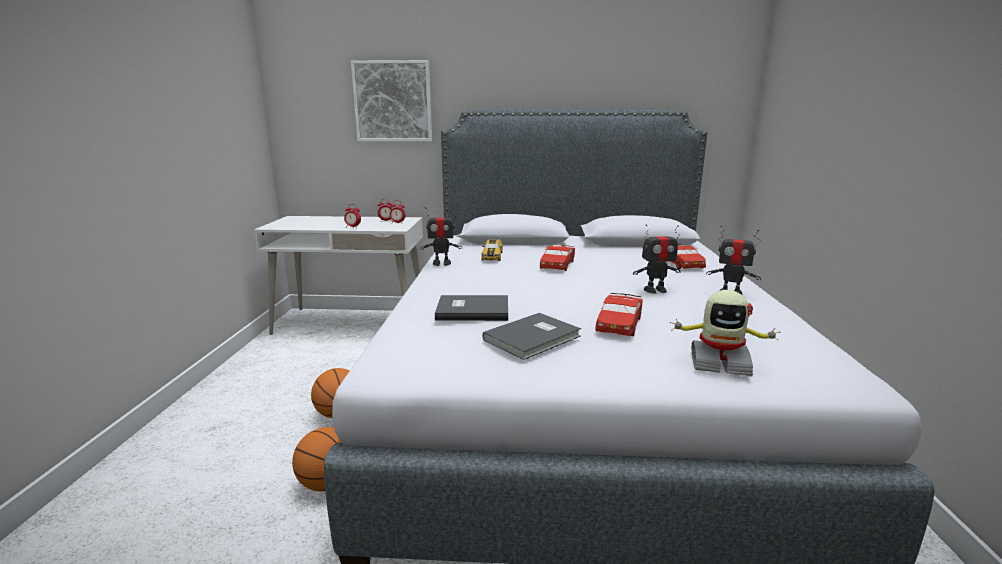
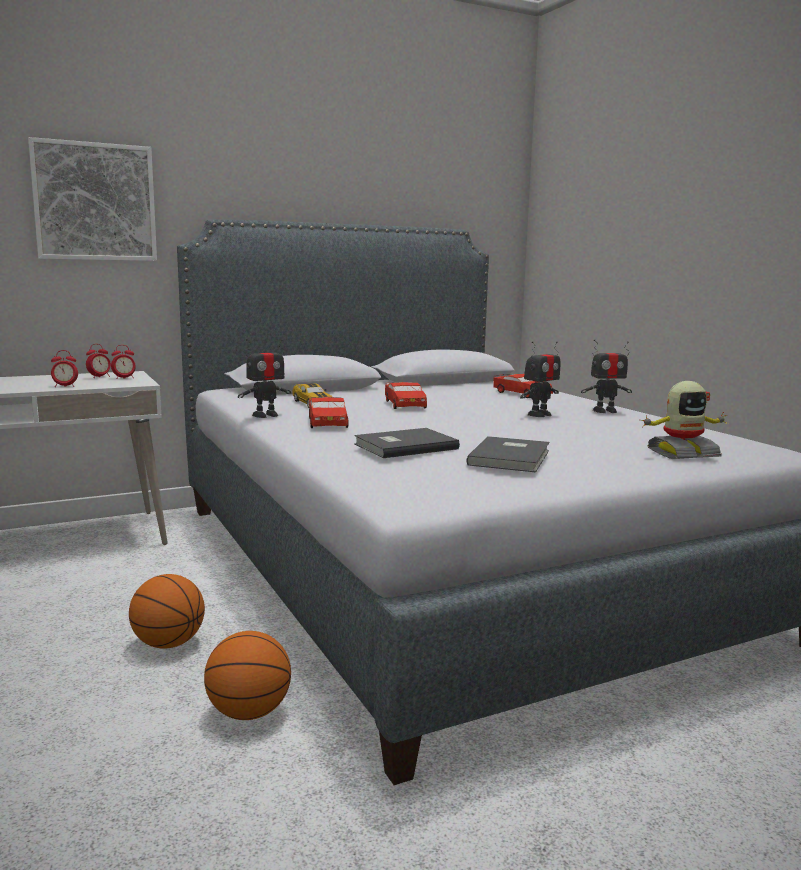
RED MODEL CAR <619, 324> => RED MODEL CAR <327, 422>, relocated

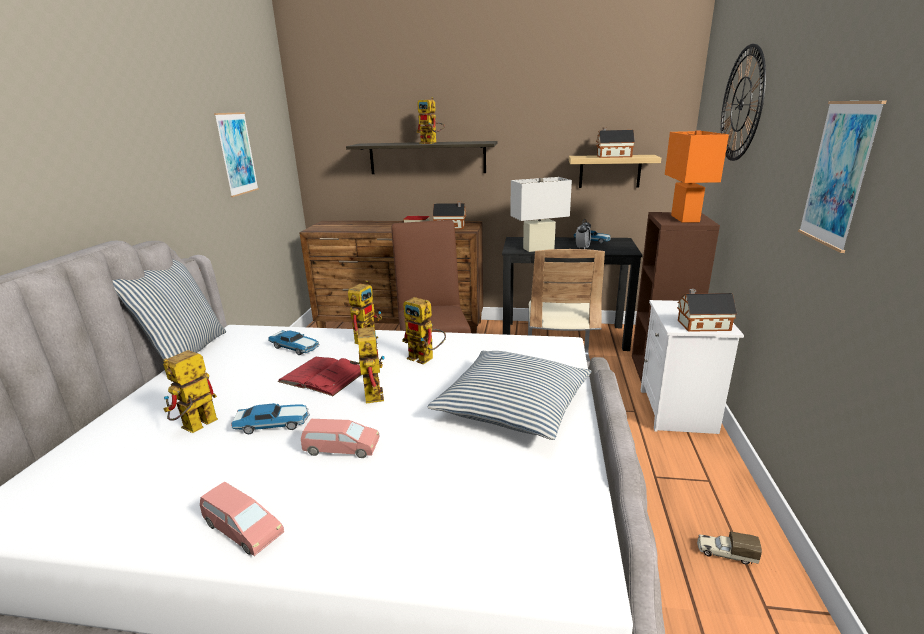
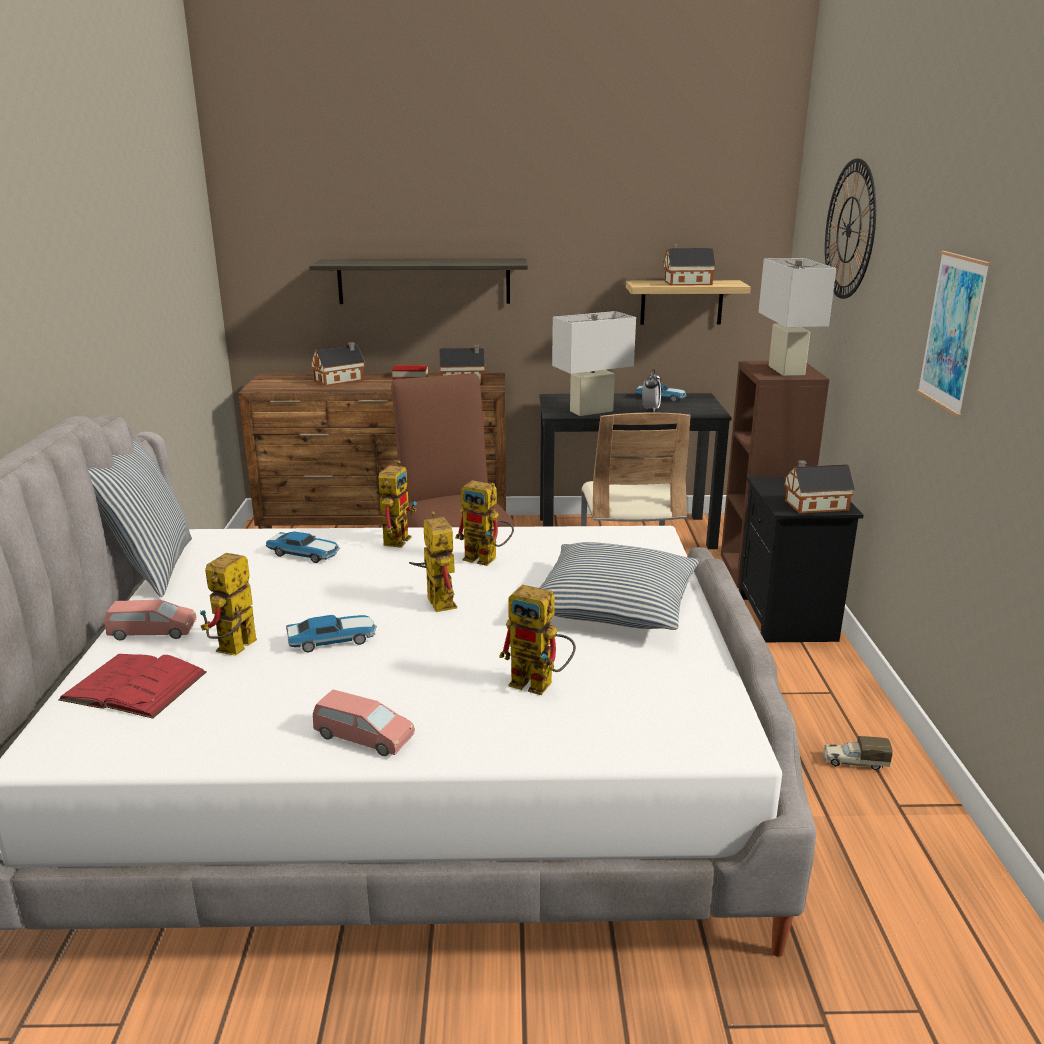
RED BOOK <323, 376> => RED BOOK <134, 686>, relocated
PINK MODEL CAR <341, 448> => PINK MODEL CAR <152, 632>, relocated
nothing => MINIATURE HOUSE <341, 380>
MODEL ROBOT <431, 143> => MODEL ROBOT <541, 684>, relocated
WHITE NIGHT TABLE <678, 412> => BLACK NIGHT TABLE <788, 620>
ORANGEY LAMP FOR A TABLE <685, 219> => WHITE LAMP FOR A TABLE <786, 371>
PICTURE <237, 154> => nothing

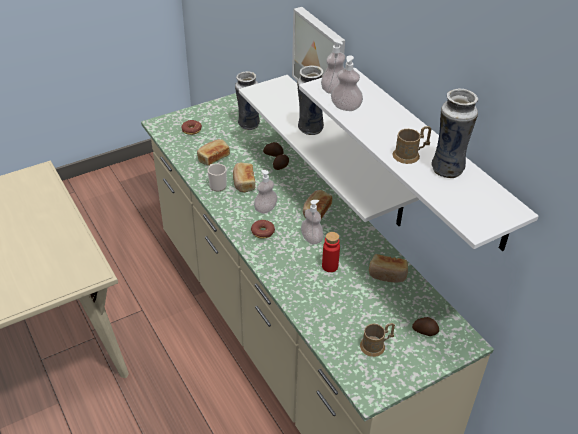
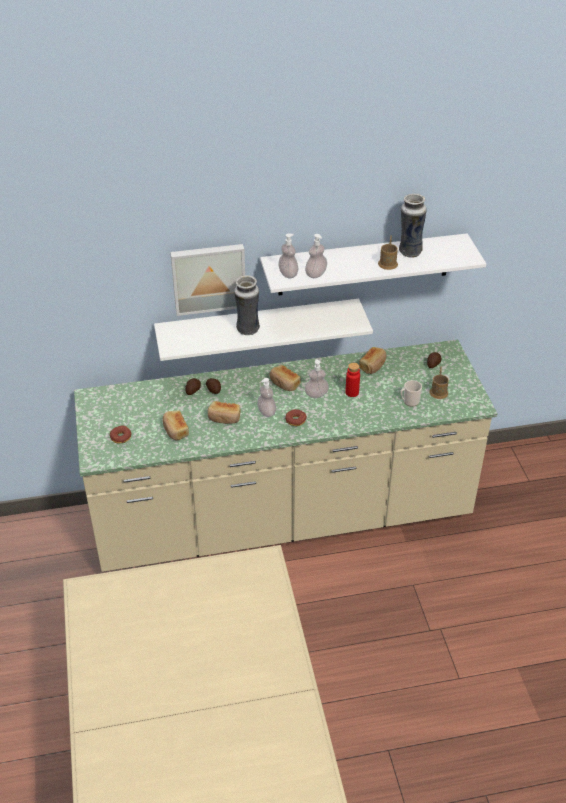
TEA MUG <216, 185> => TEA MUG <409, 401>, relocated
DECORATIVE VASE <248, 124> => nothing

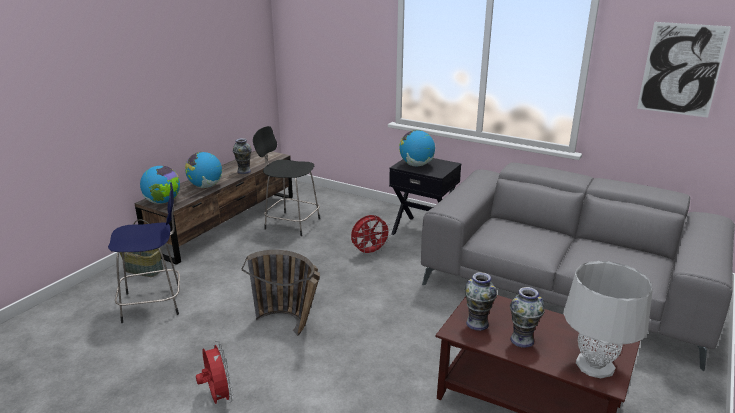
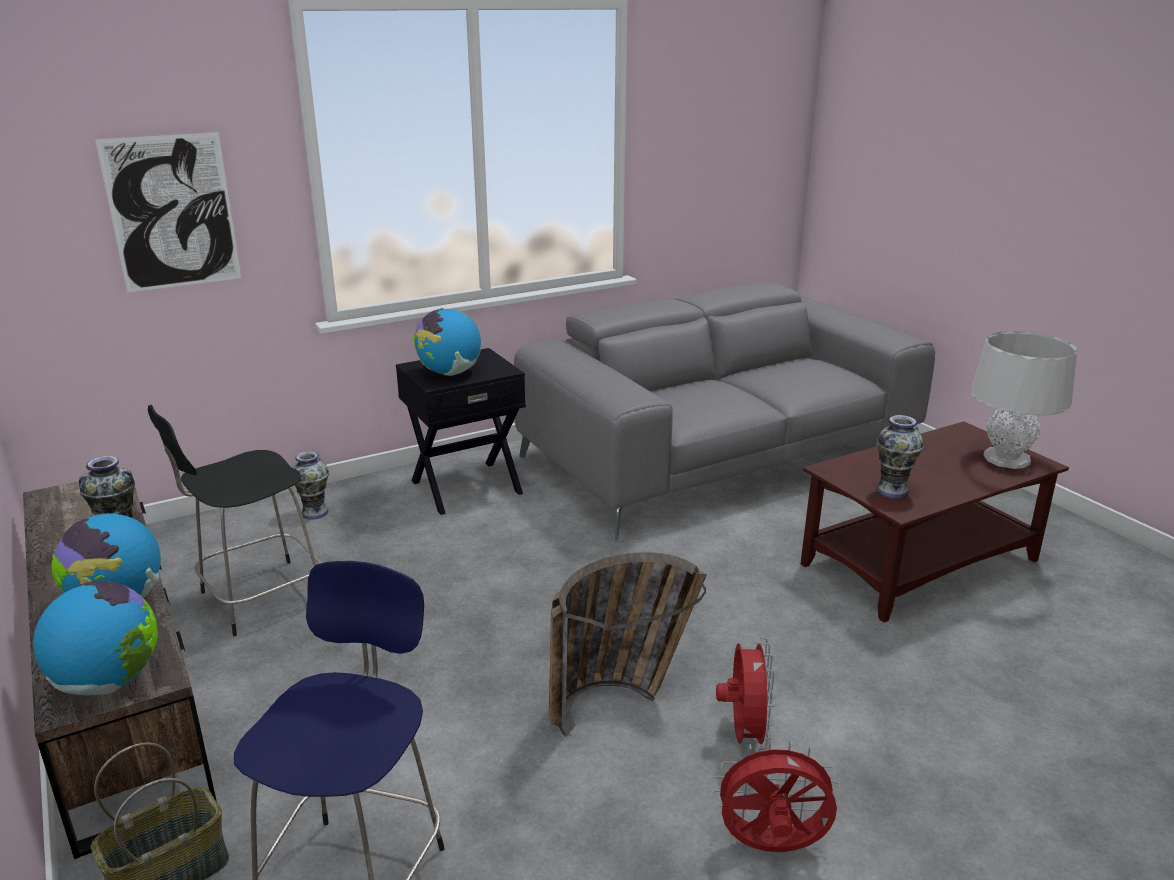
PICTURE <681, 69> => PICTURE <172, 212>, relocated
DECORATIVE VASE <522, 340> => DECORATIVE VASE <314, 513>, relocated
RED COOLING FAN <369, 252> => RED COOLING FAN <744, 735>, relocated

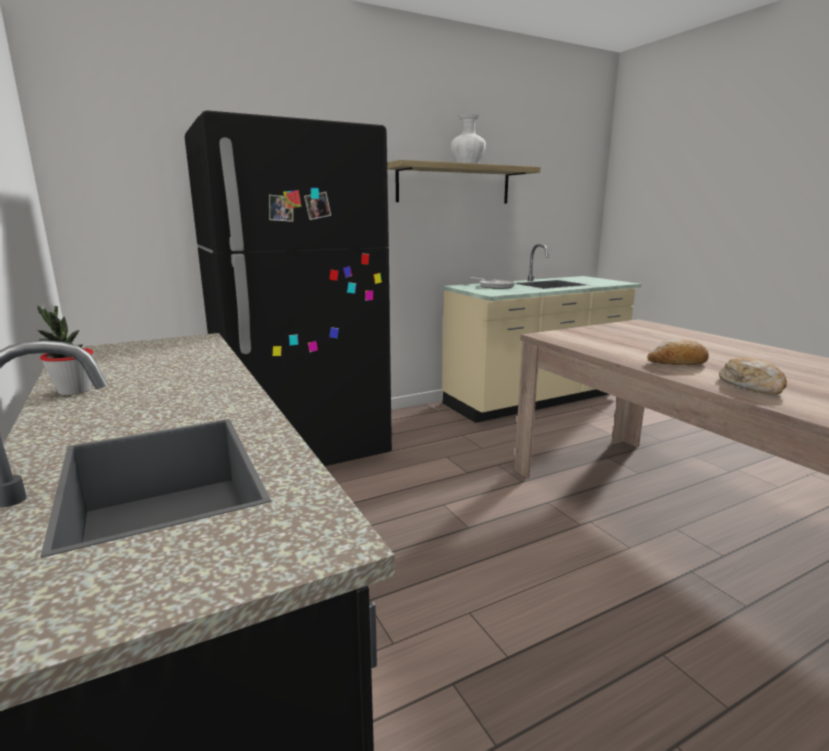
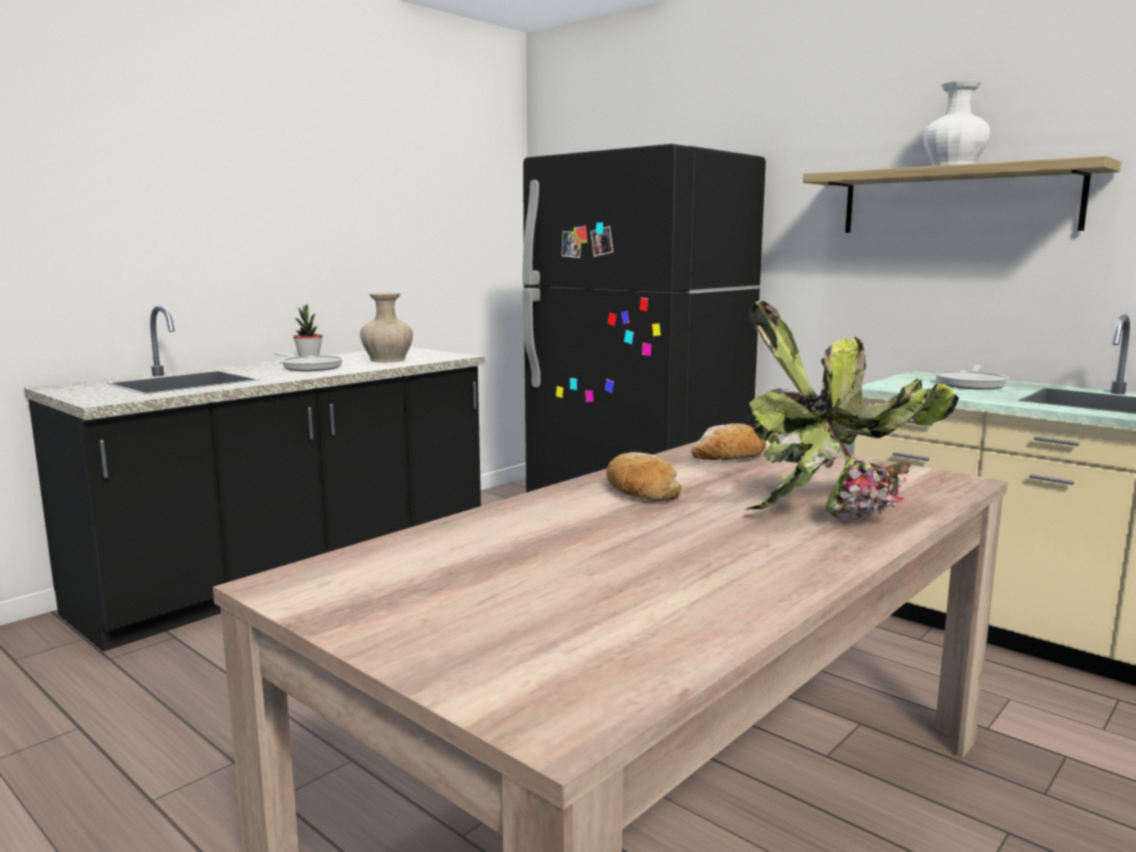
nothing => SKILLET <310, 367>
nothing => SAND-COLOURED DECORATIVE VASE <387, 360>
BAKED BREAD <751, 386> => BAKED BREAD <728, 457>, relocated
nothing => POTTED PLANT <834, 510>

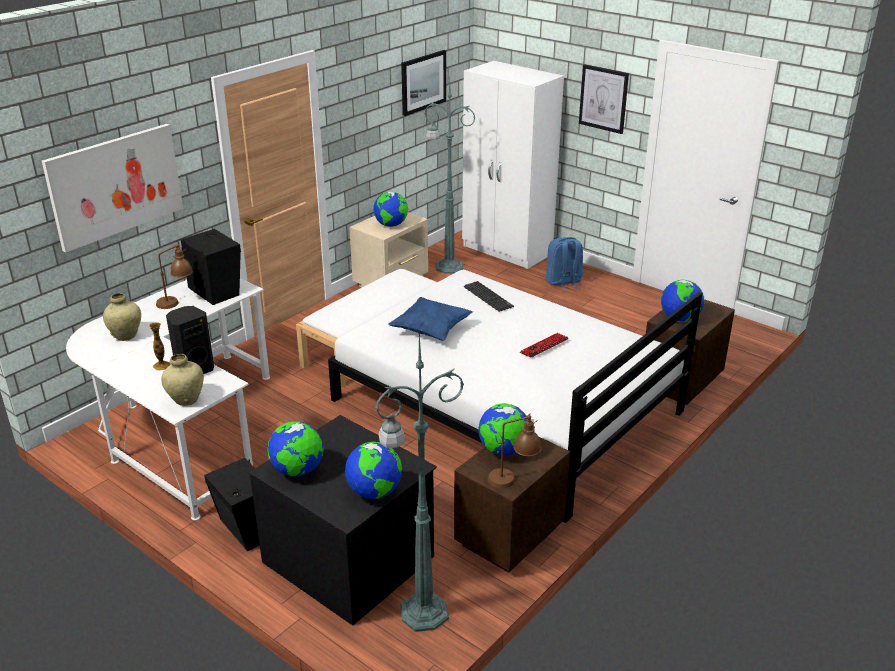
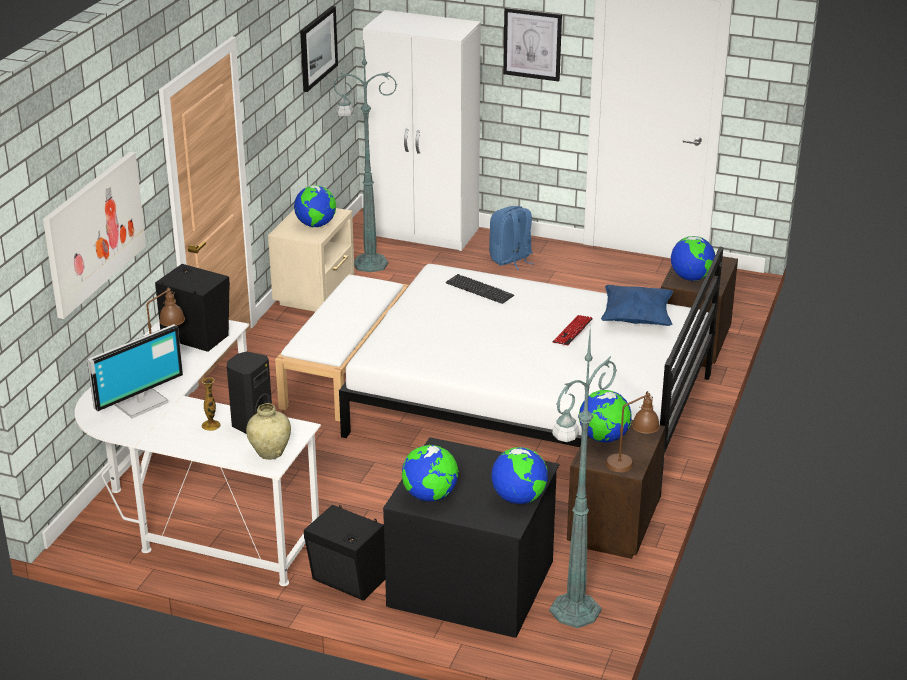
SAND-COLOURED DECORATIVE VASE <126, 336> => MONITOR <140, 403>
BLUE-COLOURED CUSHION <431, 331> => BLUE-COLOURED CUSHION <636, 319>, relocated

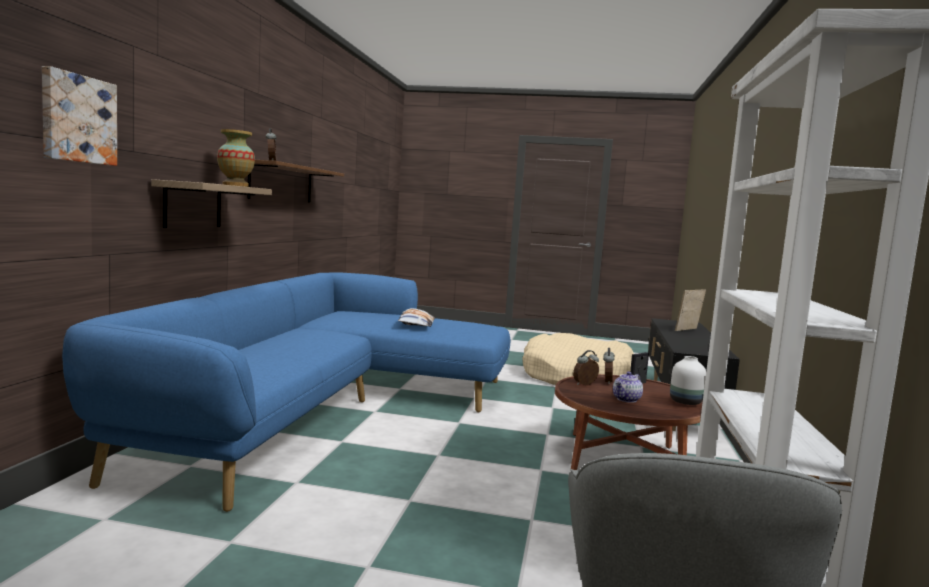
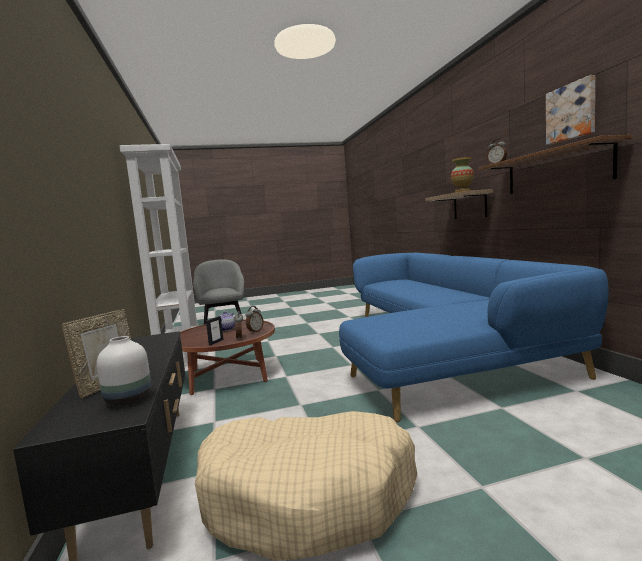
WHITE DECORATIVE VASE <686, 402> => WHITE DECORATIVE VASE <127, 400>, relocated
PICTURE <77, 119> => PICTURE <571, 112>, relocated
CUSHION <416, 324> => nothing

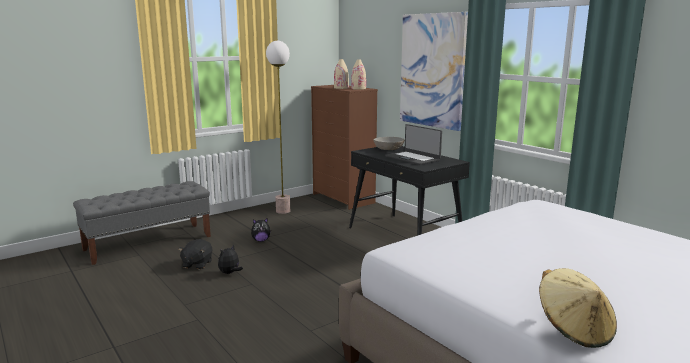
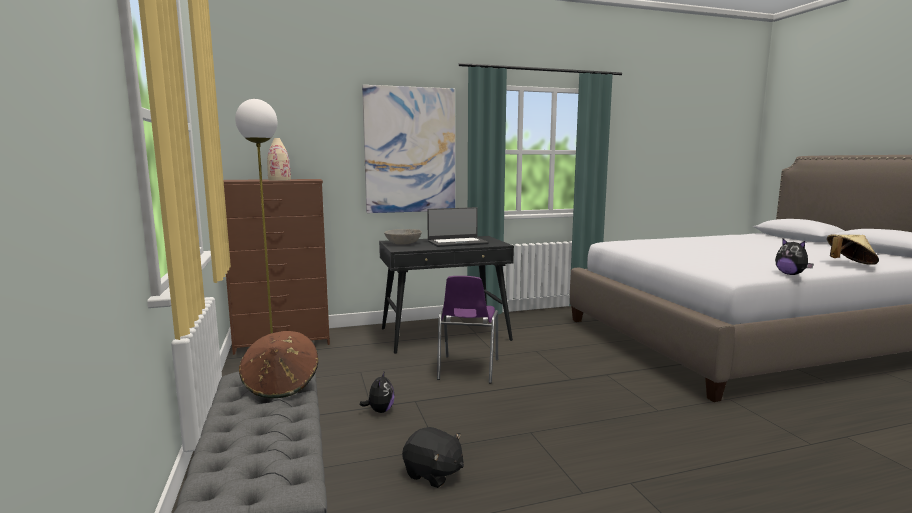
nothing => BROWN WEARABLE HAT <281, 385>
nothing => PURPLE PLAIN CHAIR <467, 370>
PLUSH TOY <230, 273> => PLUSH TOY <790, 274>, relocated
SAND-COLOURED DECORATIVE VASE <358, 88> => nothing

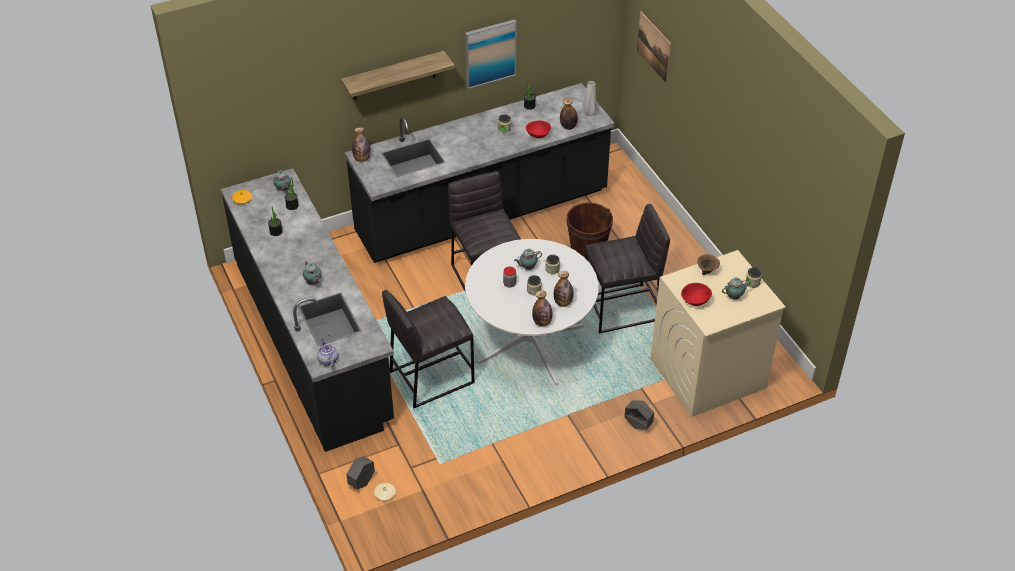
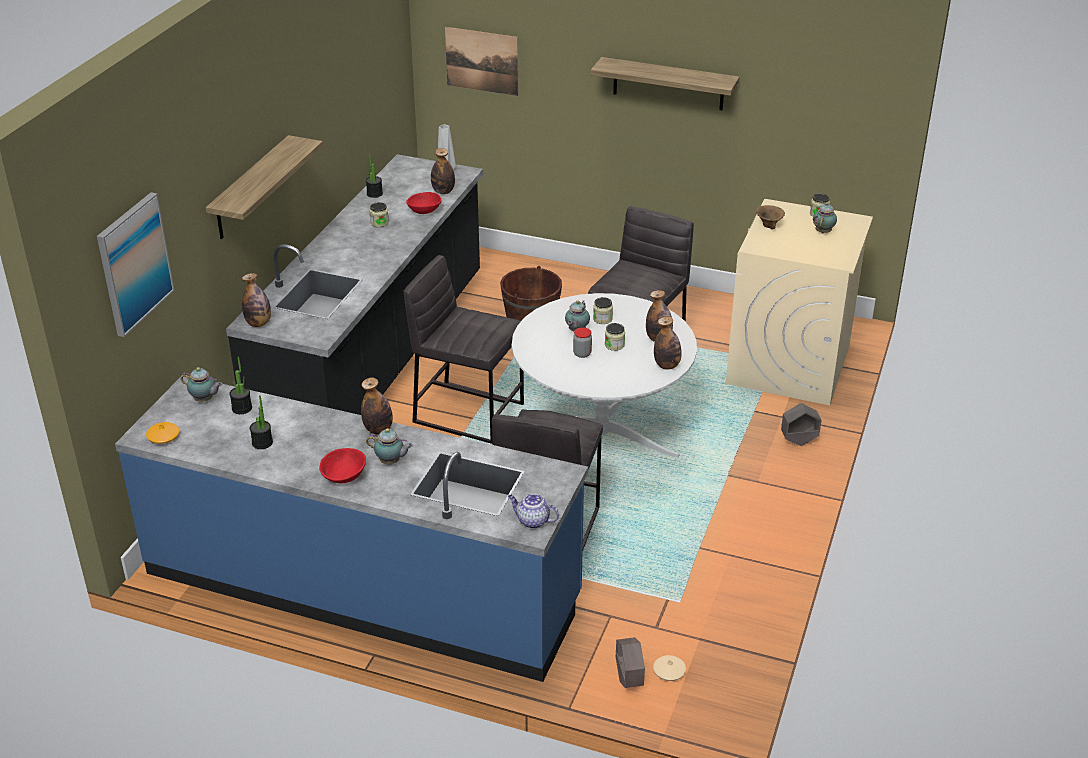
PICTURE <490, 53> => PICTURE <134, 263>, relocated
BLACK KITCHEN BASE UNIT <313, 341> => BLUE-COLOURED KITCHEN BASE UNIT <362, 586>
RED BOWL <695, 301> => RED BOWL <344, 477>, relocated
nothing => BEVERAGE BOTTLE <378, 429>
nothing => SHELF <668, 84>

